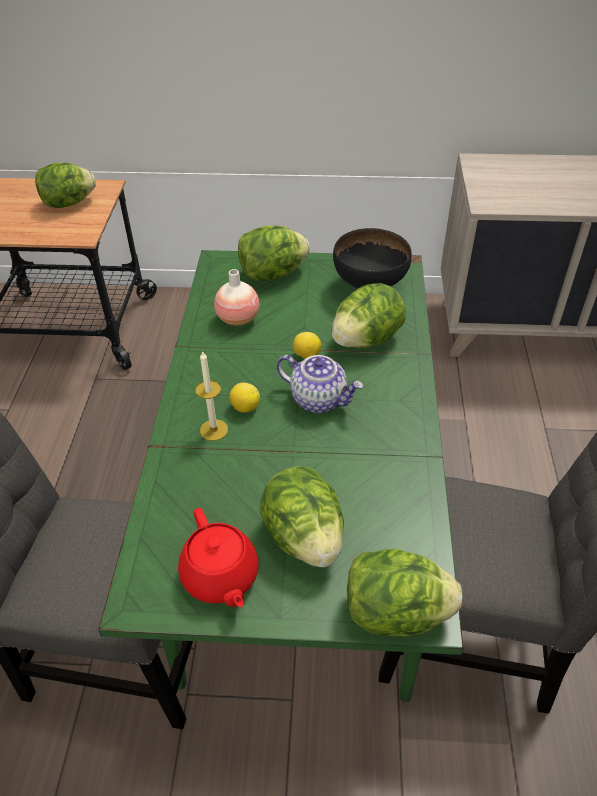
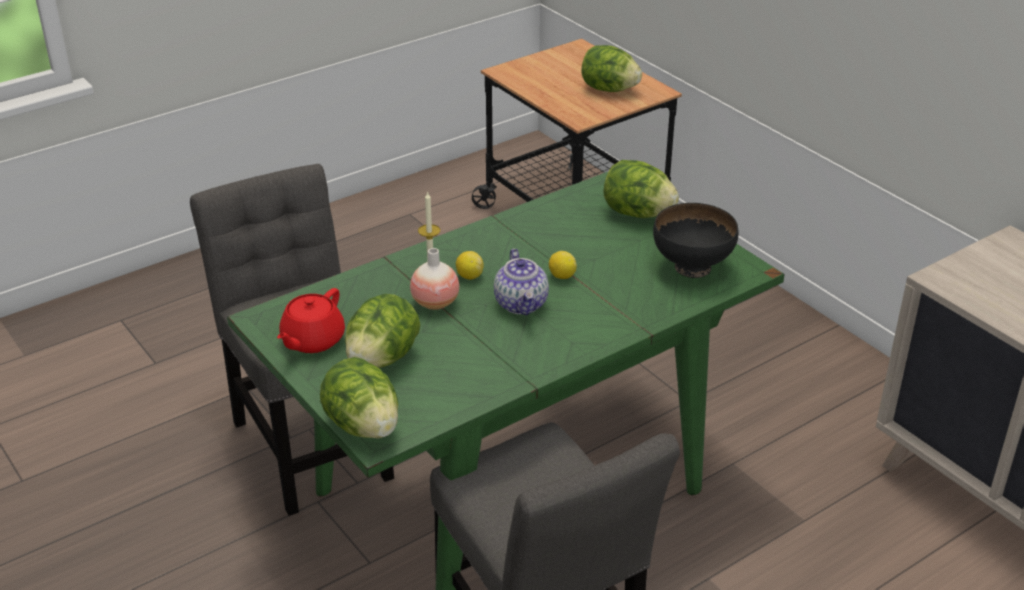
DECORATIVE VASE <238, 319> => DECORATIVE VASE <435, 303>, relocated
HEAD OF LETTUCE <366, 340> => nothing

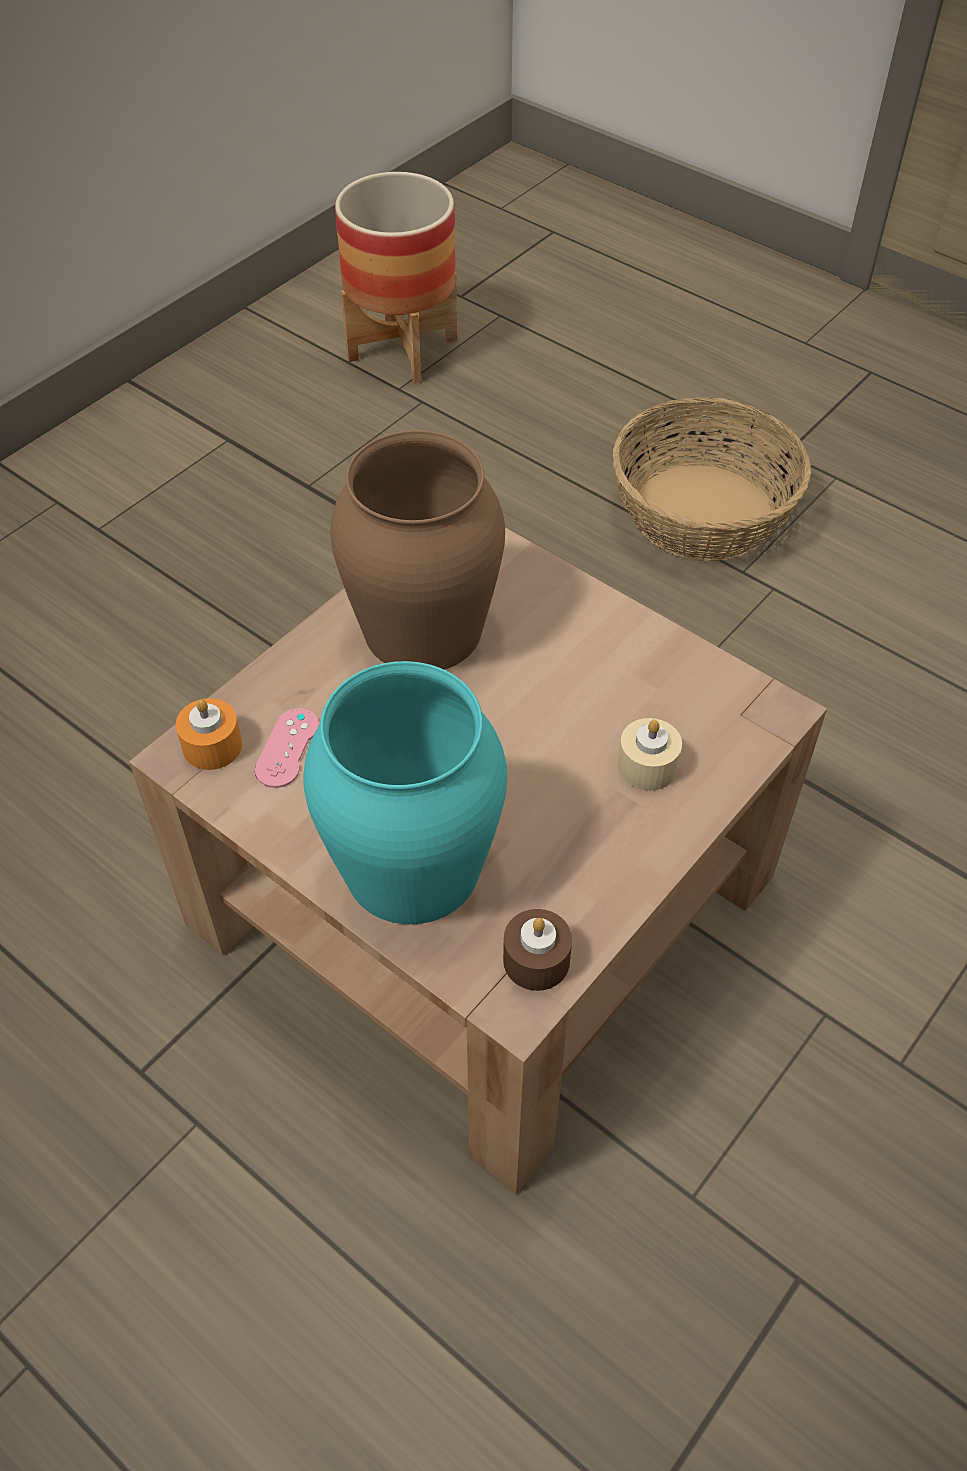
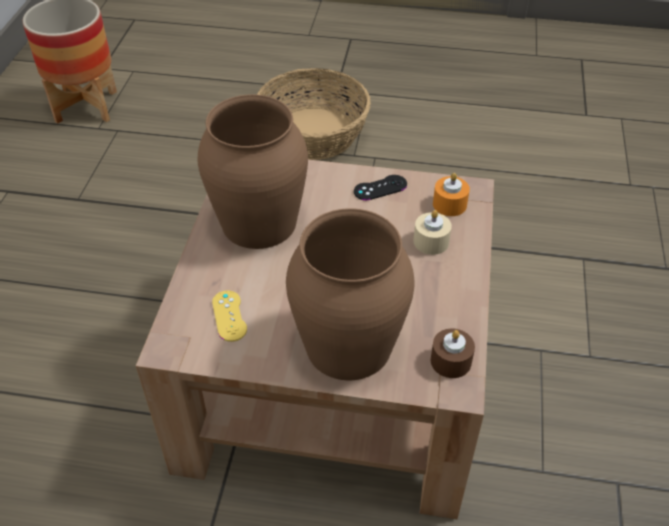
PINK JOYPAD <287, 748> => YELLOW JOYPAD <229, 316>
TURQUOISE-COLOURED DECORATIVE VASE <414, 864> => BROWN DECORATIVE VASE <349, 344>
nothing => BLACK JOYPAD <380, 188>
ORANGEY WAX LIGHT <212, 746> => ORANGEY WAX LIGHT <449, 204>, relocated

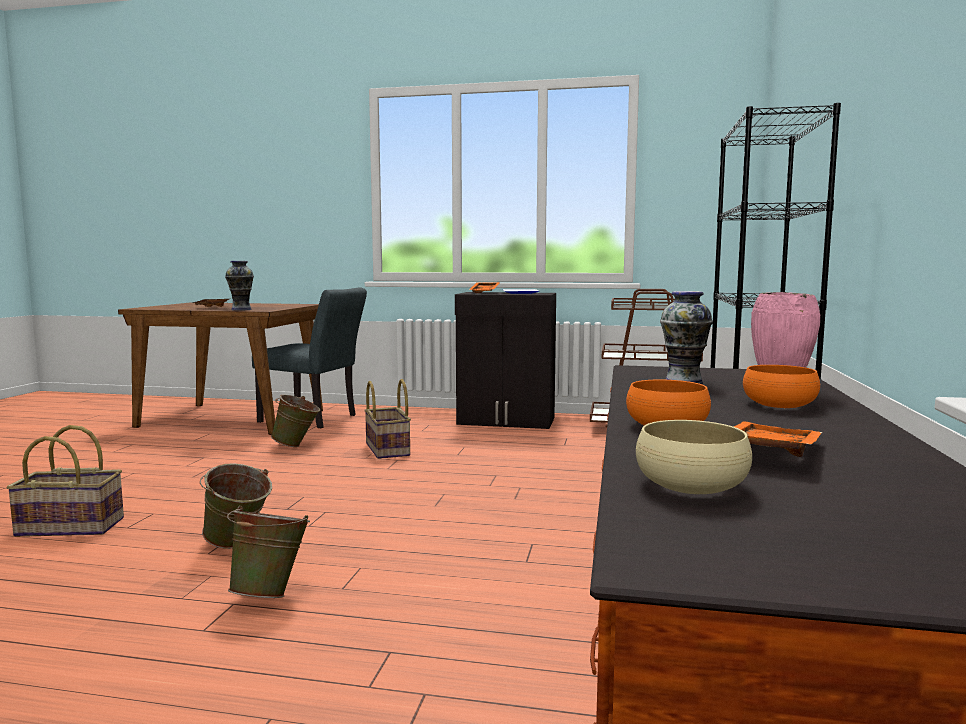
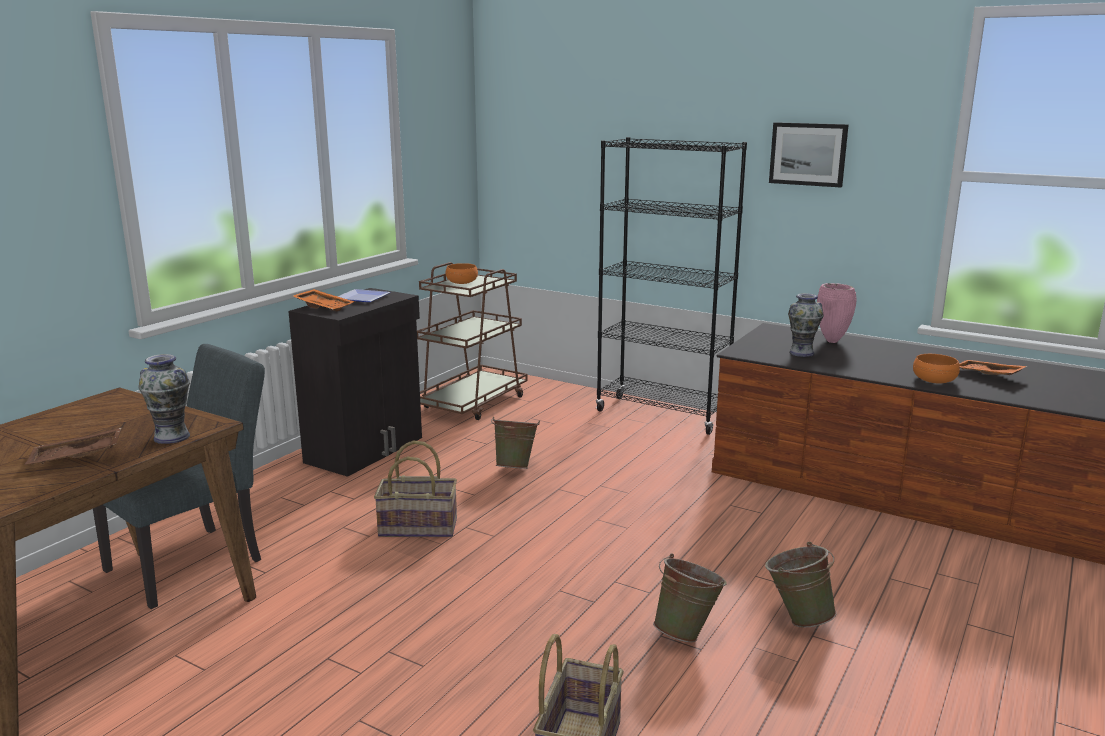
ORANGEY BOWL <779, 404> => ORANGEY BOWL <461, 282>, relocated
GREEN-COLOURED WATER BUCKET <297, 446> => GREEN-COLOURED WATER BUCKET <515, 467>, relocated
nothing => PICTURE <808, 154>
SAND-COLOURED BOWL <691, 485> => nothing

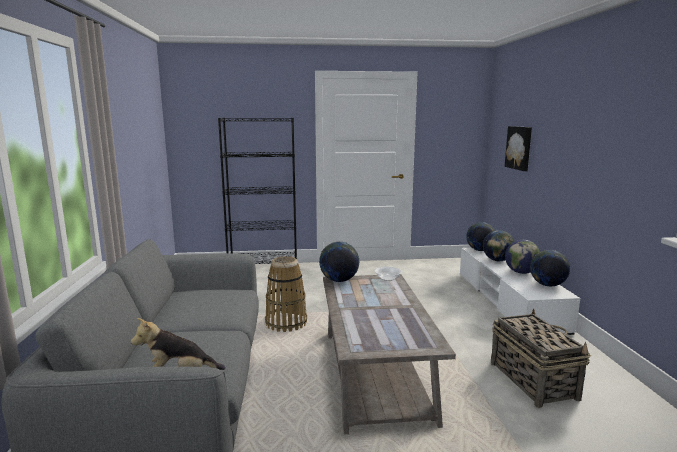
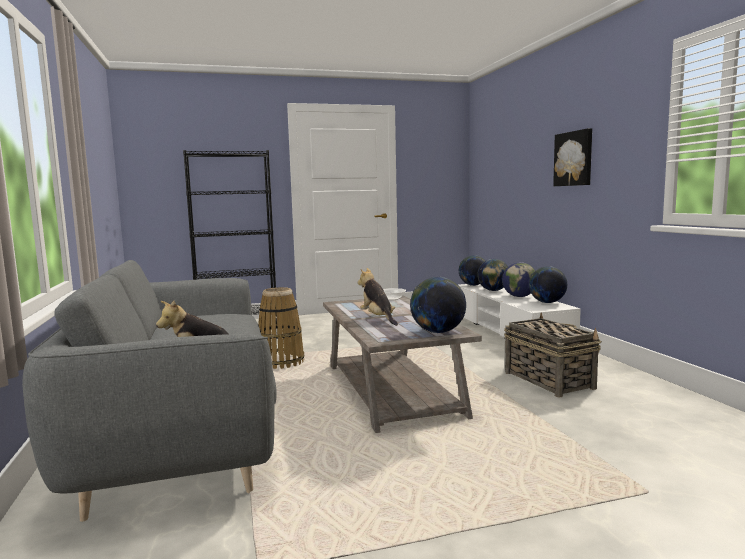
nothing => PLUSH TOY <378, 318>
GLOBE <339, 280> => GLOBE <438, 332>, relocated
PICTURE <519, 148> => PICTURE <574, 158>, relocated

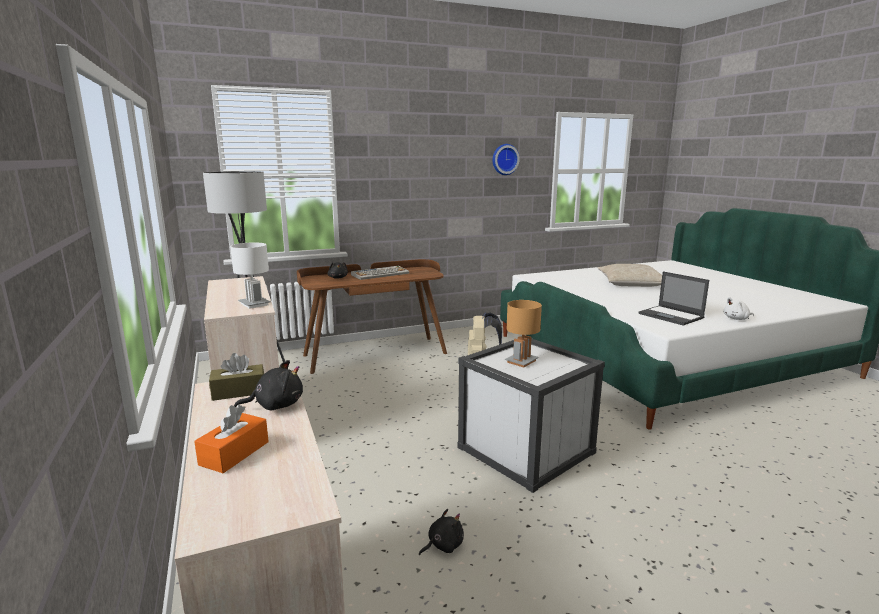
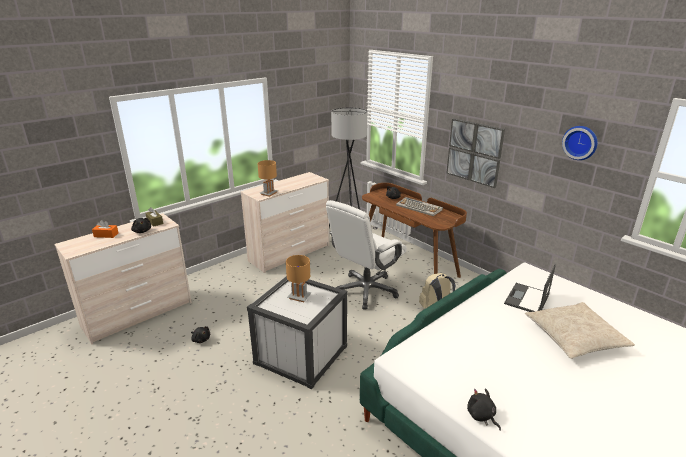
WHITE LAMP FOR A TABLE <255, 304> => BROWN LAMP FOR A TABLE <269, 193>
nothing => WHITE COMPUTER CHAIR <366, 291>
nothing => PICTURE <474, 152>
WHITE PLUSH TOY <737, 319> => BLACK PLUSH TOY <481, 416>
PORTABLE COMPUTER <671, 316> => PORTABLE COMPUTER <527, 299>, relocated

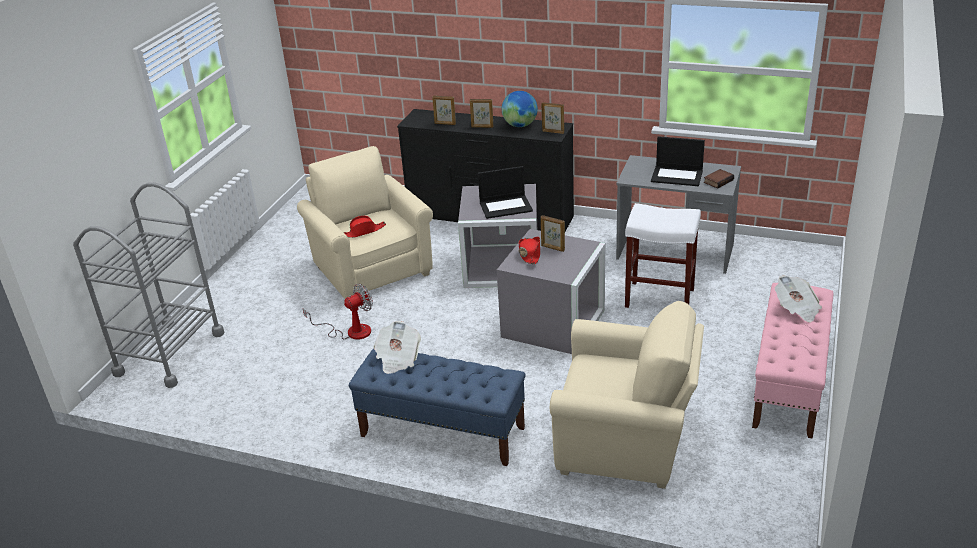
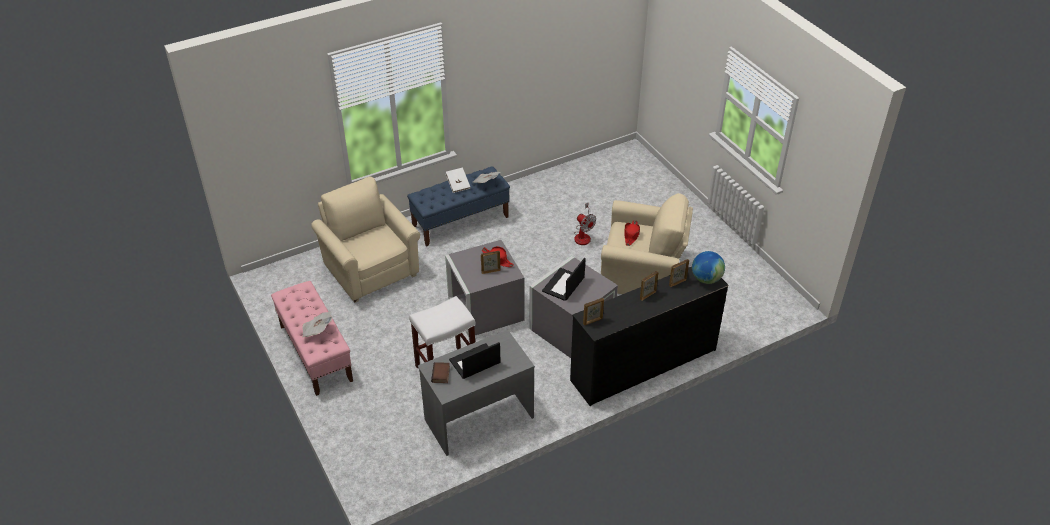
SAND-COLOURED LOUNGE CHAIR <627, 442> => SAND-COLOURED LOUNGE CHAIR <370, 269>, 90 degrees clockwise
nothing => WHITE BOOK <458, 185>
COOLING FAN <350, 331> => COOLING FAN <583, 235>, 45 degrees counterclockwise
GLOBE <520, 125> => GLOBE <706, 279>, relocated
GREY CART <170, 353> => nothing

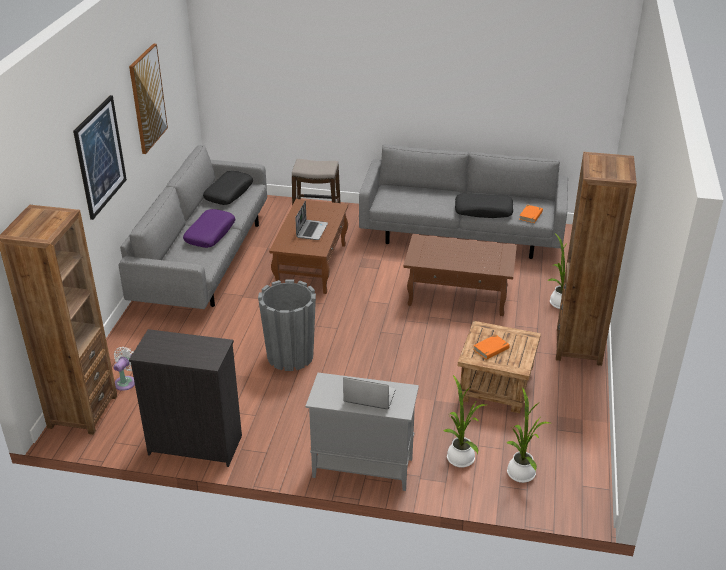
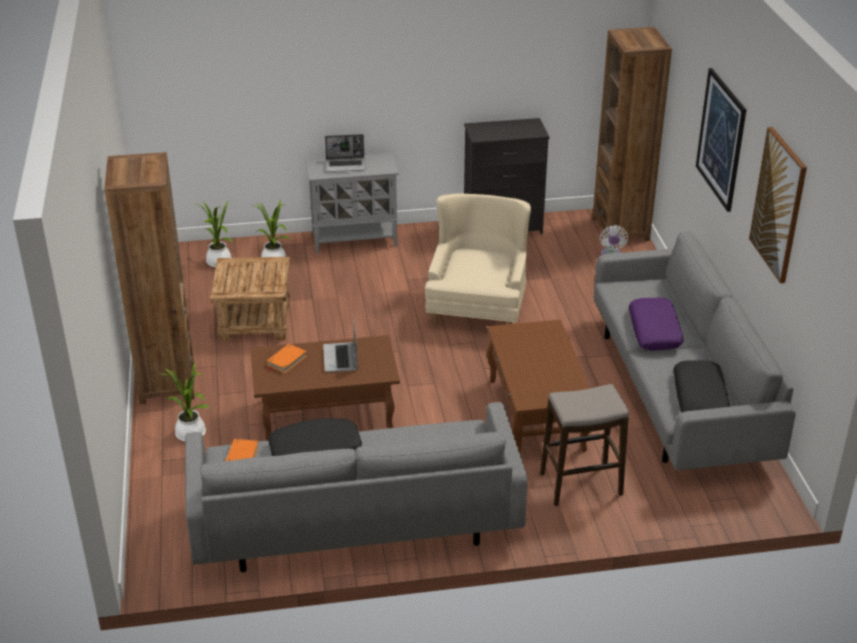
ORANGEY BOOK <491, 349> => ORANGEY BOOK <286, 361>, relocated
PORTABLE COMPUTER <311, 230> => PORTABLE COMPUTER <341, 359>, relocated
GREY PLANTER <290, 356> => SAND-COLOURED LOUNGE CHAIR <478, 306>

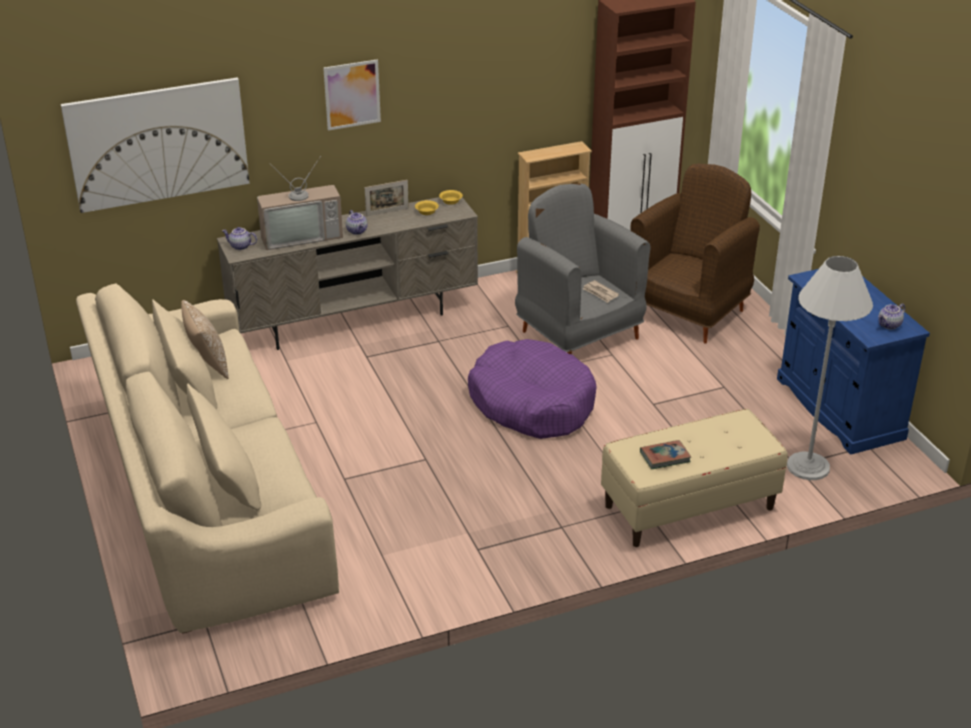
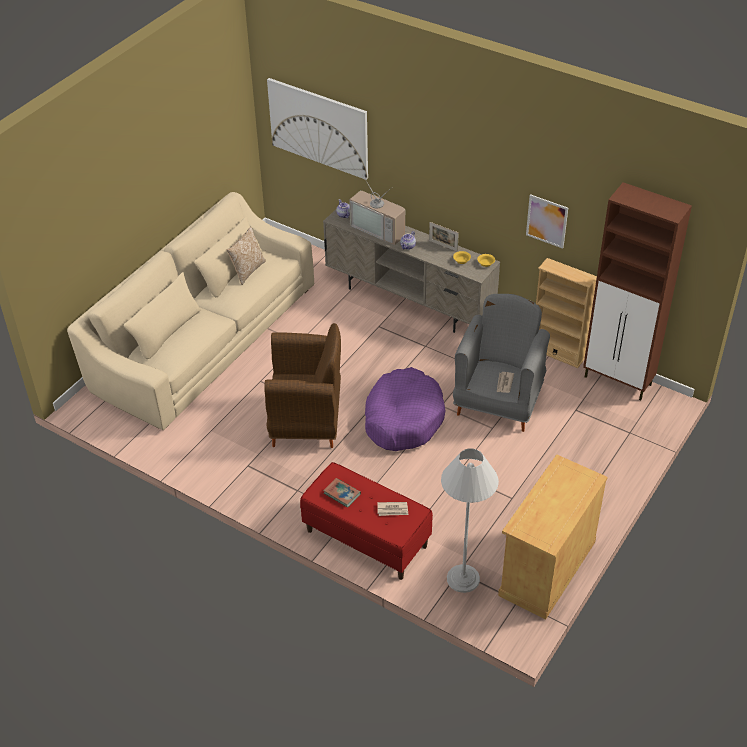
BROWN LOUNGE CHAIR <688, 311> => BROWN LOUNGE CHAIR <307, 422>, relocated
SAND-COLOURED INDOOR BENCH <689, 508> => RED INDOOR BENCH <366, 538>
nothing => DAILY PAPER <392, 510>
BLUE-COLOURED CABINET <839, 408> => SAND-COLOURED CABINET <547, 568>
PICTURE <352, 94> => PICTURE <547, 221>, relocated
TEA POT <889, 325> => nothing

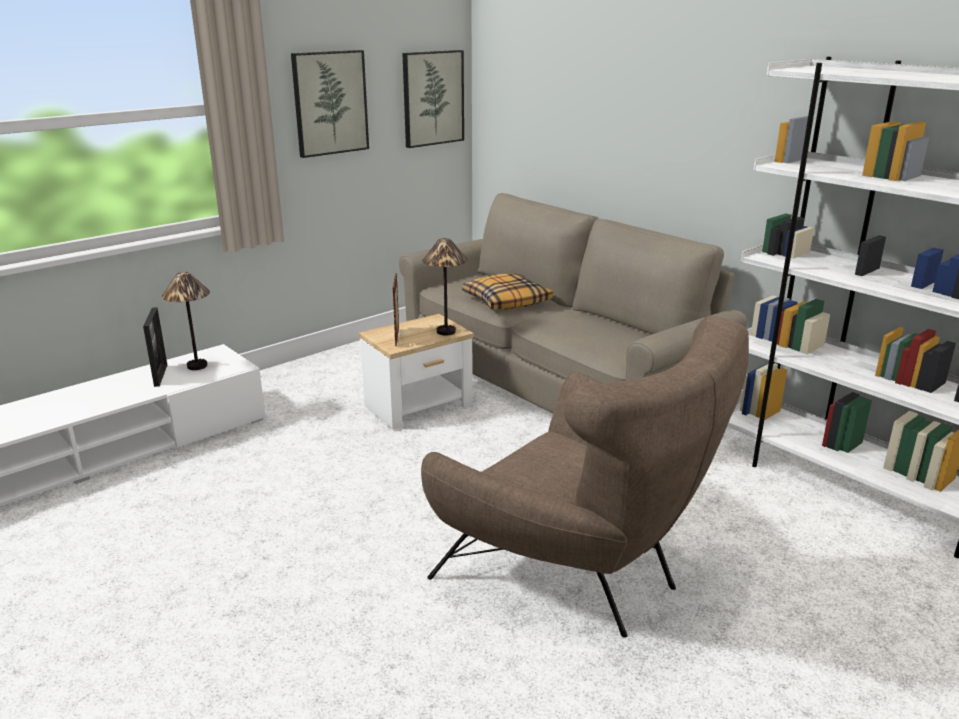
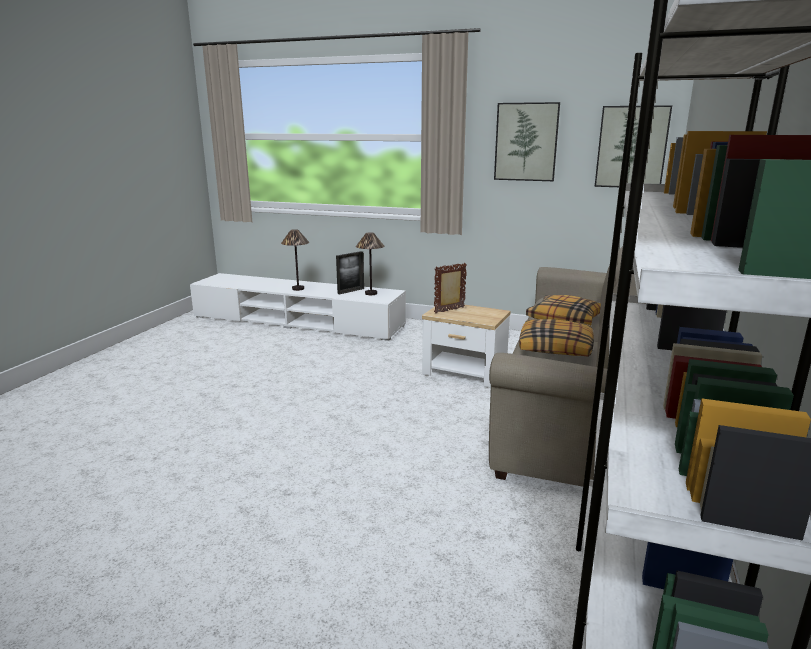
LAMP FOR A TABLE <445, 332> => LAMP FOR A TABLE <297, 289>, relocated
nothing => CUSHION <556, 348>
BROWN LOUNGE CHAIR <581, 573> => nothing

